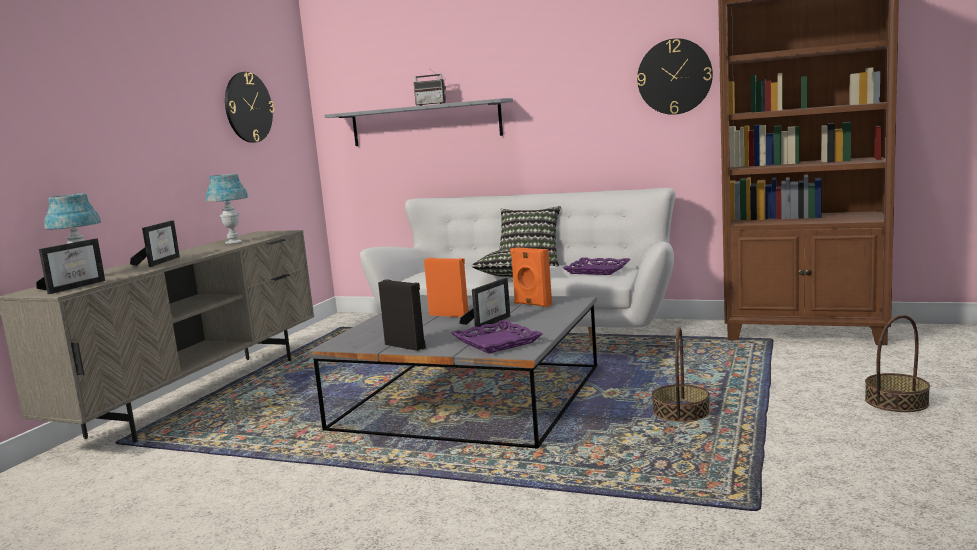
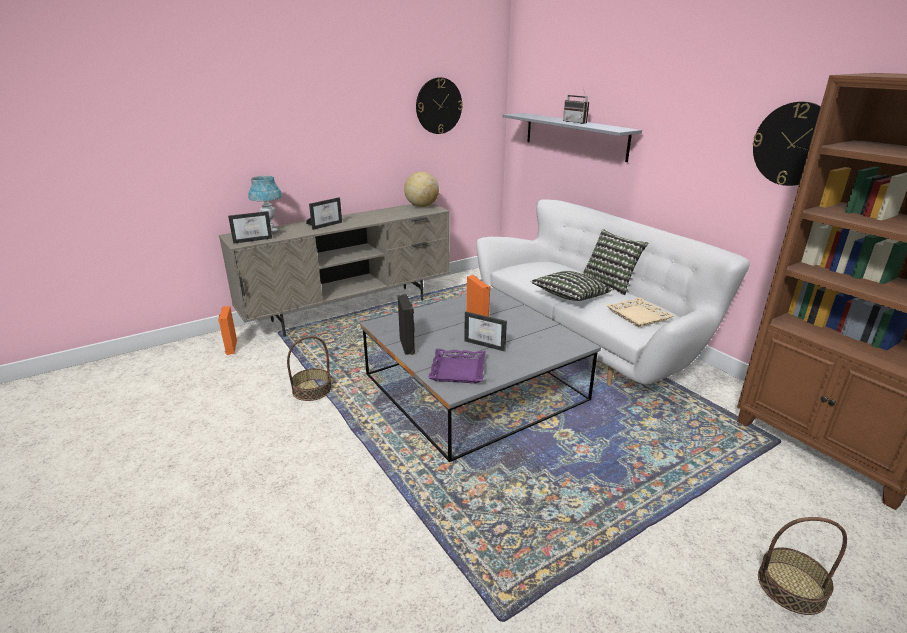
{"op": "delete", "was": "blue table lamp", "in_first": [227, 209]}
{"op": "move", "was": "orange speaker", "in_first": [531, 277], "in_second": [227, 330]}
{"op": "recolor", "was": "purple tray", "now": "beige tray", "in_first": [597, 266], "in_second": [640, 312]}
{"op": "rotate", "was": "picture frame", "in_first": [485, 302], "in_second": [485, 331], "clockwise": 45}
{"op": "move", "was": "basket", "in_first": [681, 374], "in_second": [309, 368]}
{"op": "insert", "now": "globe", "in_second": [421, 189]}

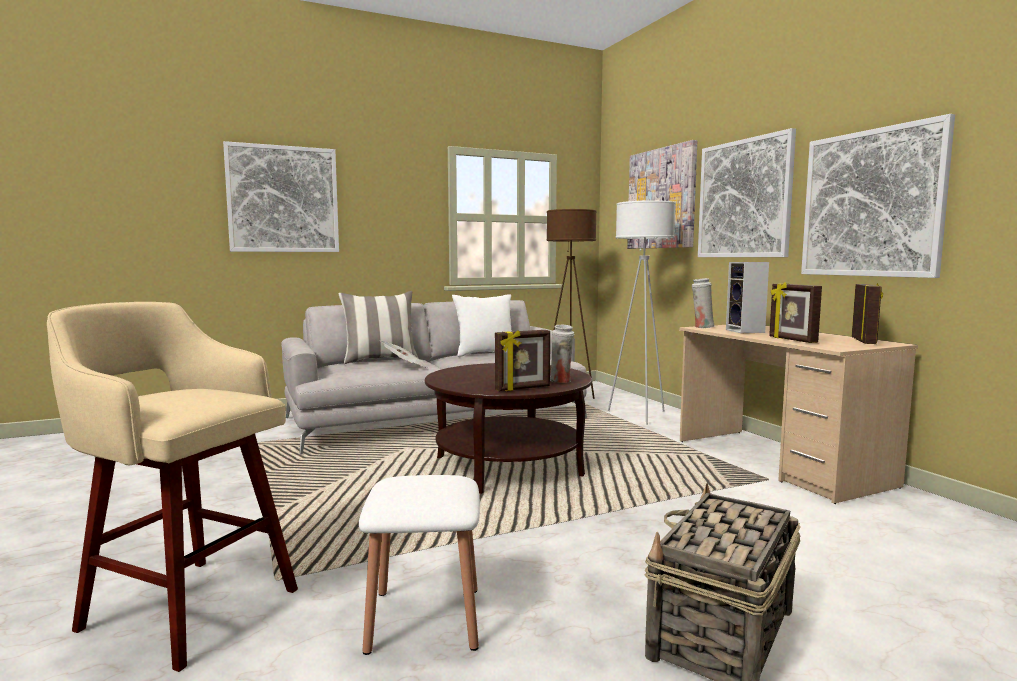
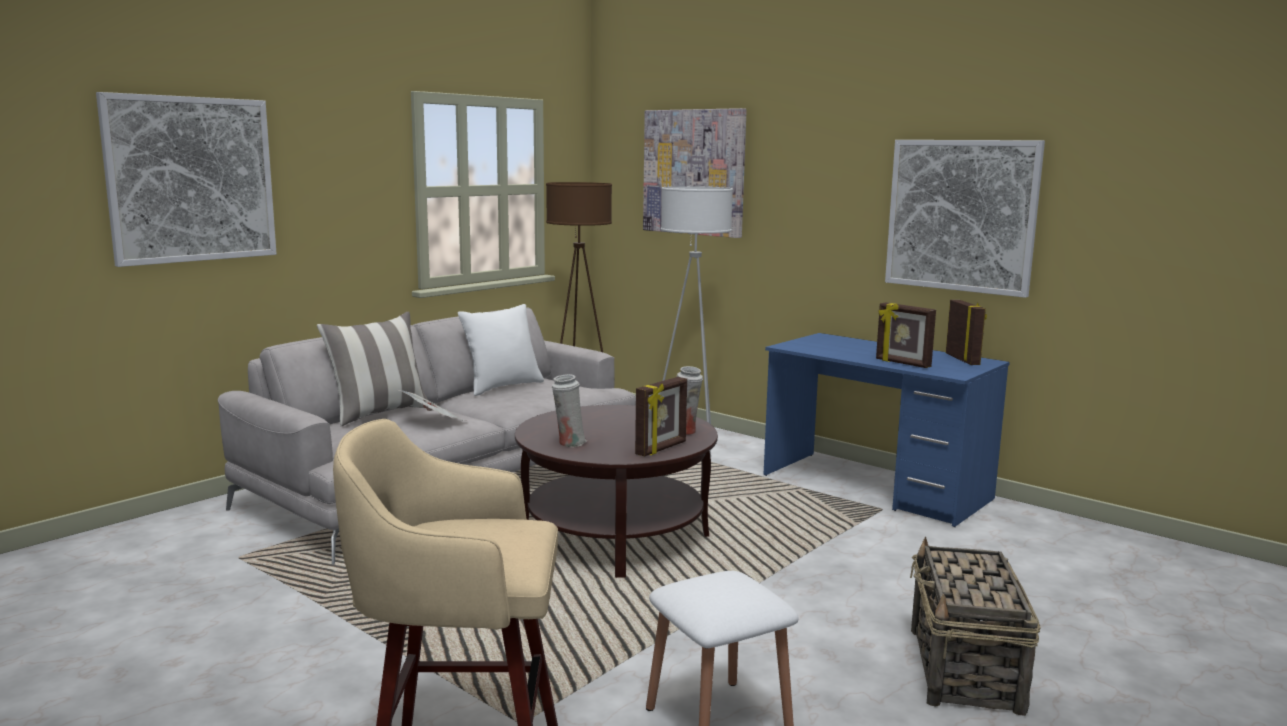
{"op": "delete", "was": "picture", "in_first": [747, 192]}
{"op": "delete", "was": "speaker", "in_first": [747, 297]}
{"op": "move", "was": "white vase", "in_first": [703, 303], "in_second": [569, 410]}
{"op": "recolor", "was": "beige desk", "now": "blue desk", "in_first": [798, 414], "in_second": [887, 430]}

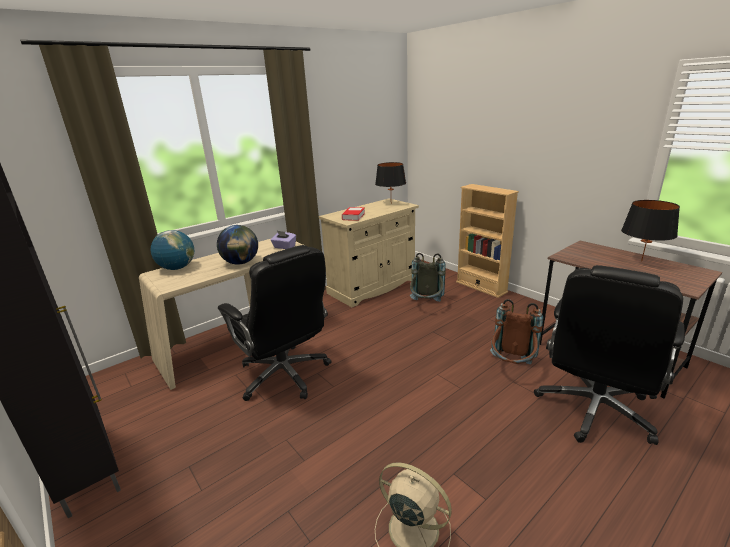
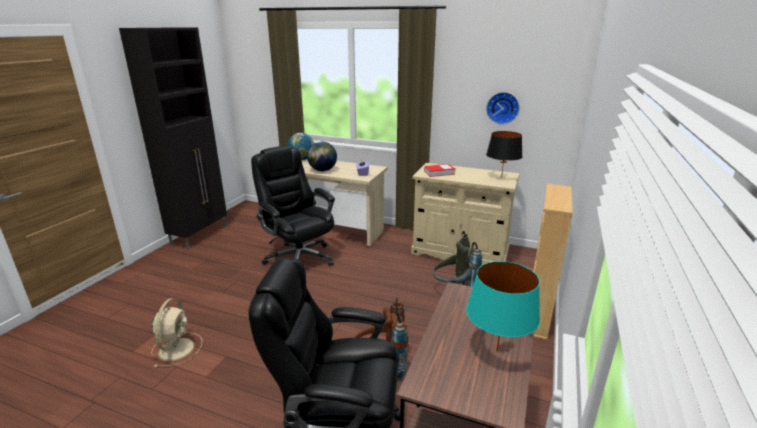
{"op": "recolor", "was": "black table lamp", "now": "turquoise table lamp", "in_first": [650, 231], "in_second": [503, 306]}
{"op": "rotate", "was": "black office chair", "in_first": [275, 323], "in_second": [293, 205], "clockwise": 120}
{"op": "insert", "now": "wall clock", "in_second": [502, 108]}

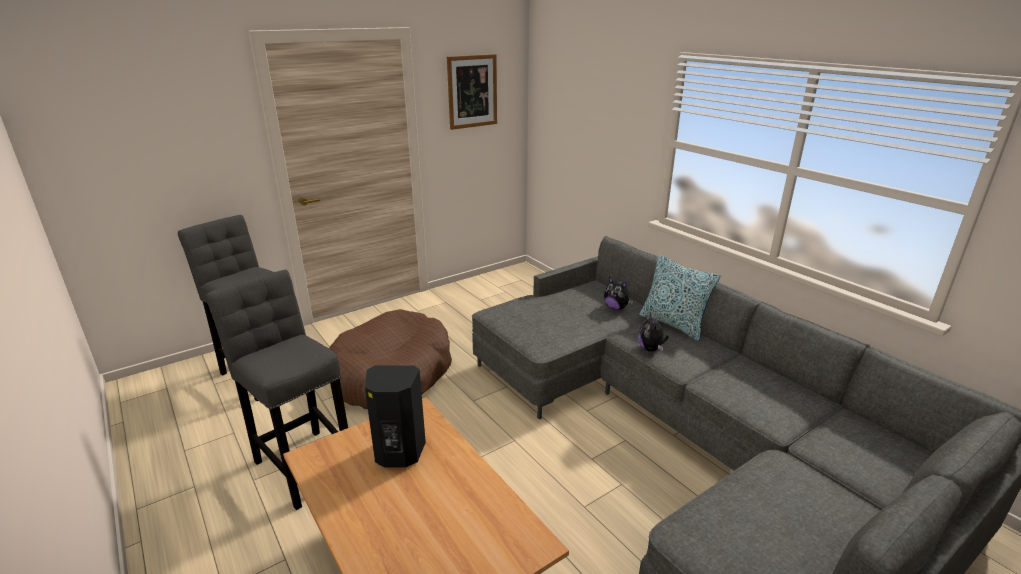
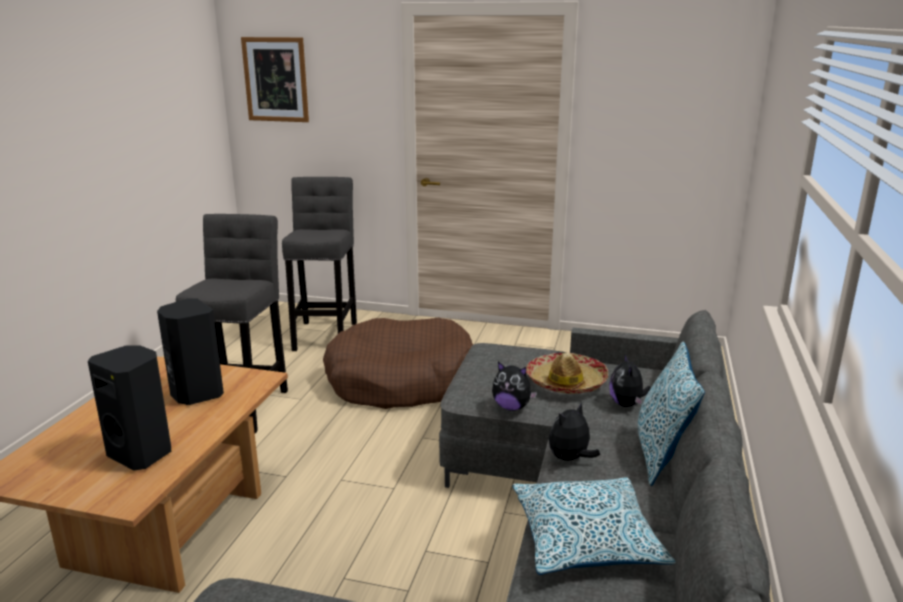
{"op": "move", "was": "picture", "in_first": [472, 92], "in_second": [275, 79]}
{"op": "insert", "now": "black speaker", "in_second": [129, 407]}
{"op": "insert", "now": "hat", "in_second": [567, 373]}
{"op": "insert", "now": "plush toy", "in_second": [514, 386]}
{"op": "insert", "now": "pillow", "in_second": [593, 526]}

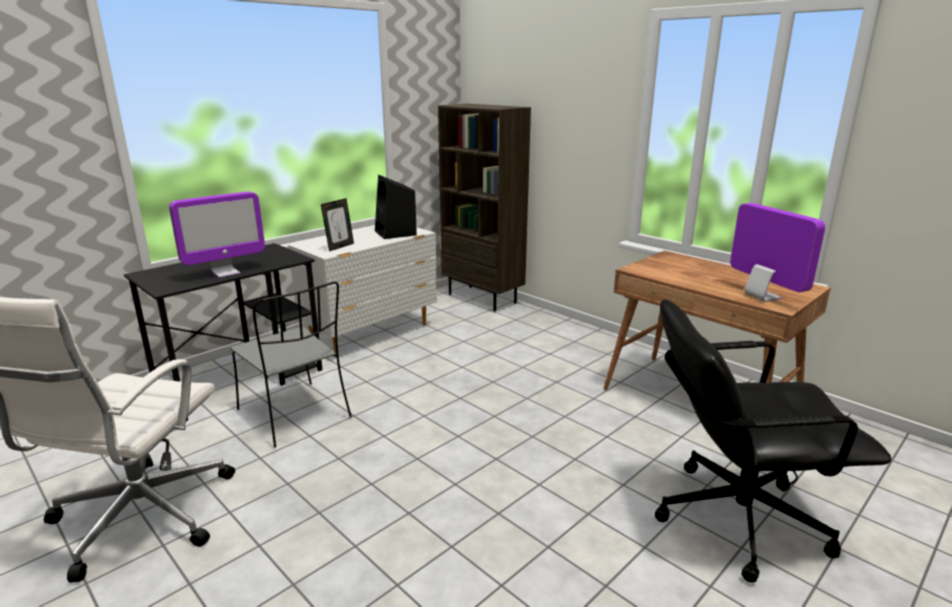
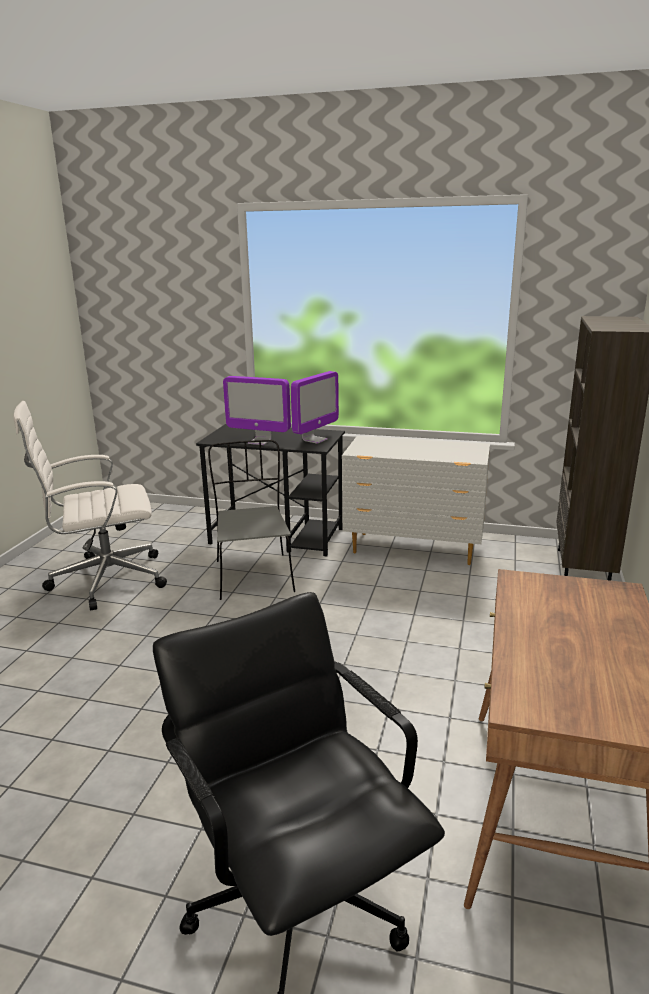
{"op": "delete", "was": "black speaker", "in_first": [396, 207]}
{"op": "delete", "was": "picture frame", "in_first": [337, 224]}
{"op": "move", "was": "monitor", "in_first": [777, 252], "in_second": [315, 407]}
{"op": "rotate", "was": "grey chair", "in_first": [291, 365], "in_second": [251, 520], "clockwise": 150}

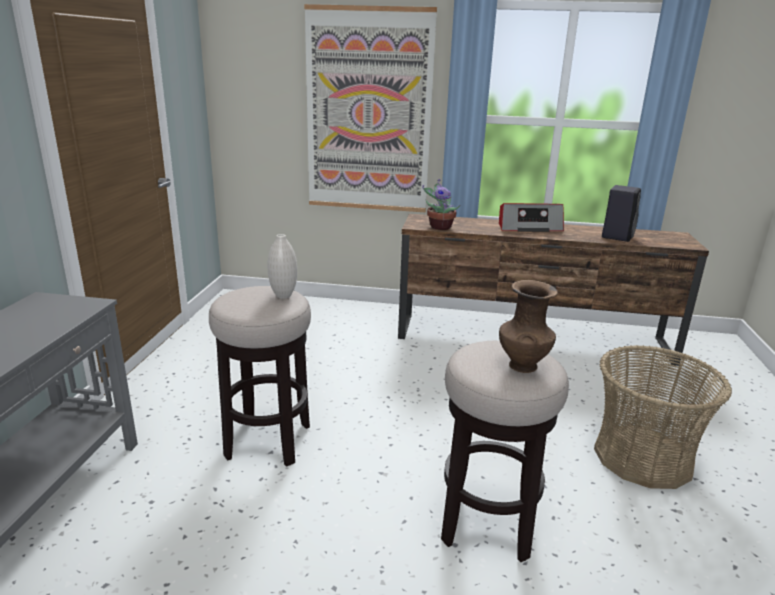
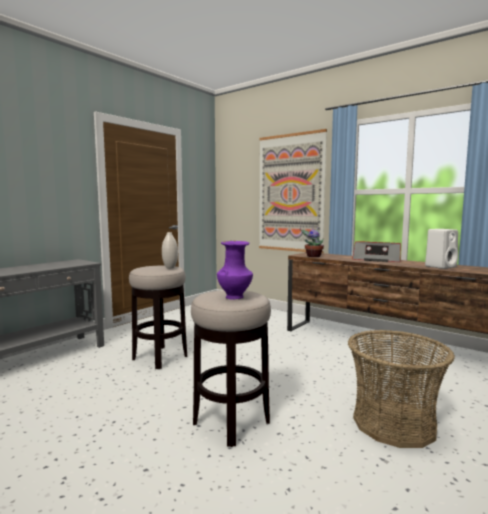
{"op": "recolor", "was": "black speaker", "now": "white speaker", "in_first": [621, 213], "in_second": [441, 249]}
{"op": "recolor", "was": "brown vase", "now": "purple vase", "in_first": [528, 326], "in_second": [235, 270]}

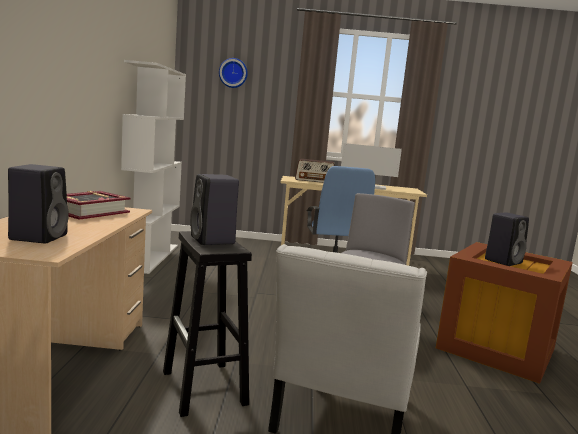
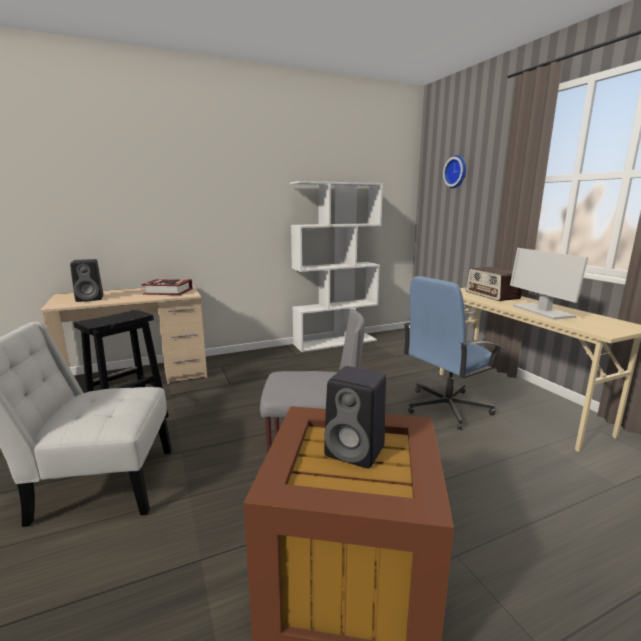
{"op": "delete", "was": "black speaker", "in_first": [214, 209]}

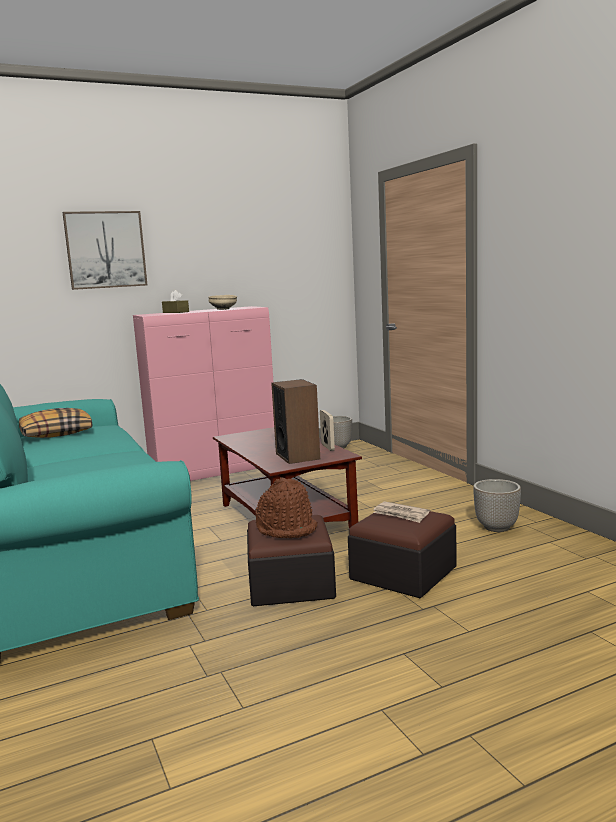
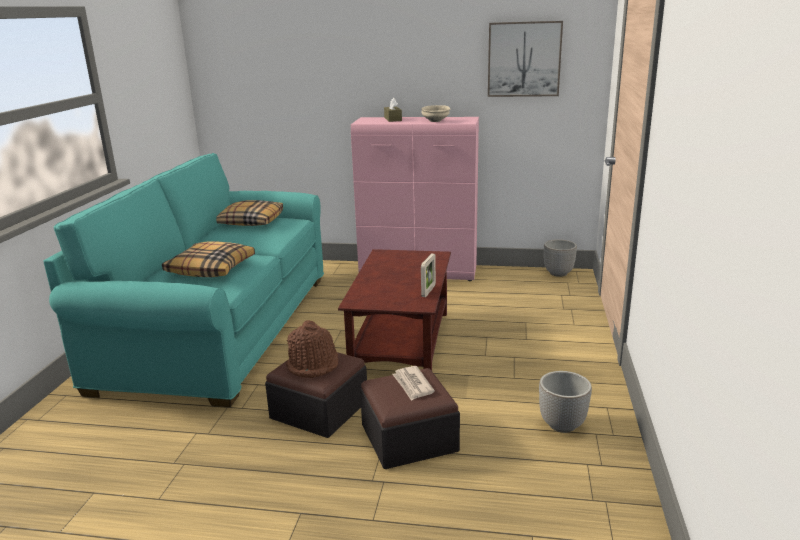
{"op": "move", "was": "picture", "in_first": [105, 250], "in_second": [525, 59]}
{"op": "delete", "was": "speaker", "in_first": [295, 421]}
{"op": "insert", "now": "pillow", "in_second": [208, 259]}

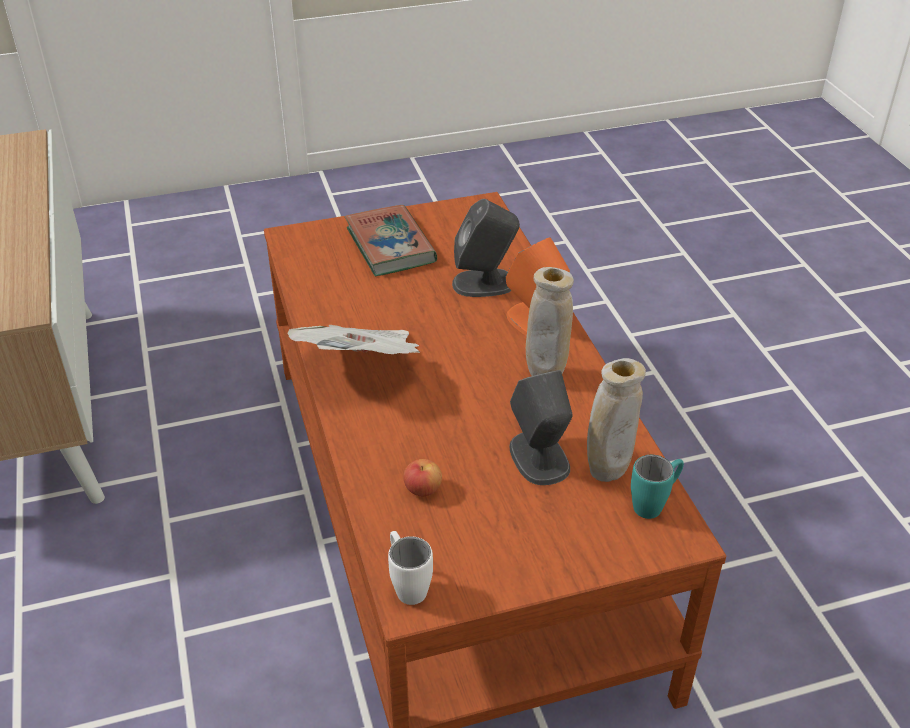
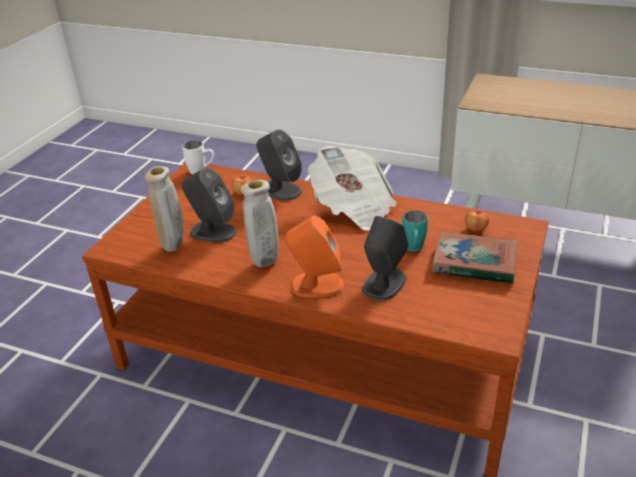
{"op": "move", "was": "turquoise mug", "in_first": [657, 487], "in_second": [415, 231]}
{"op": "insert", "now": "grey speaker", "in_second": [279, 165]}
{"op": "insert", "now": "apple", "in_second": [477, 220]}

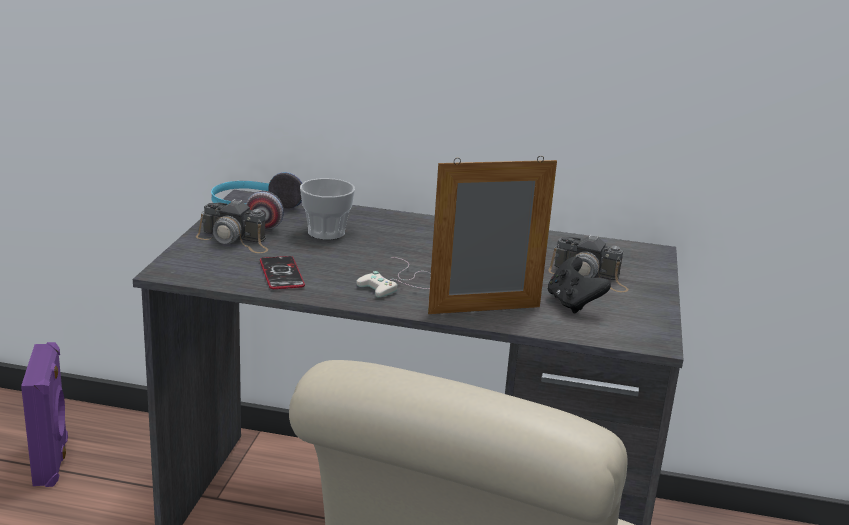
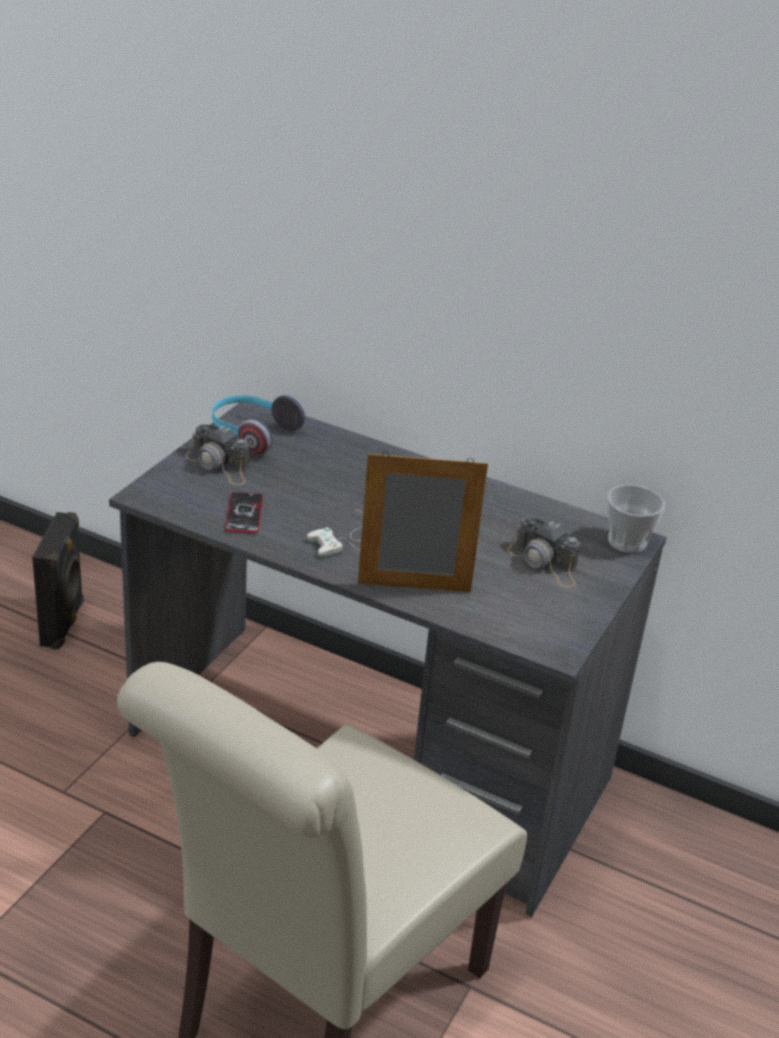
{"op": "move", "was": "cup", "in_first": [327, 209], "in_second": [636, 519]}
{"op": "delete", "was": "black game controller", "in_first": [579, 285]}
{"op": "recolor", "was": "purple speaker", "now": "black speaker", "in_first": [44, 414], "in_second": [58, 581]}

